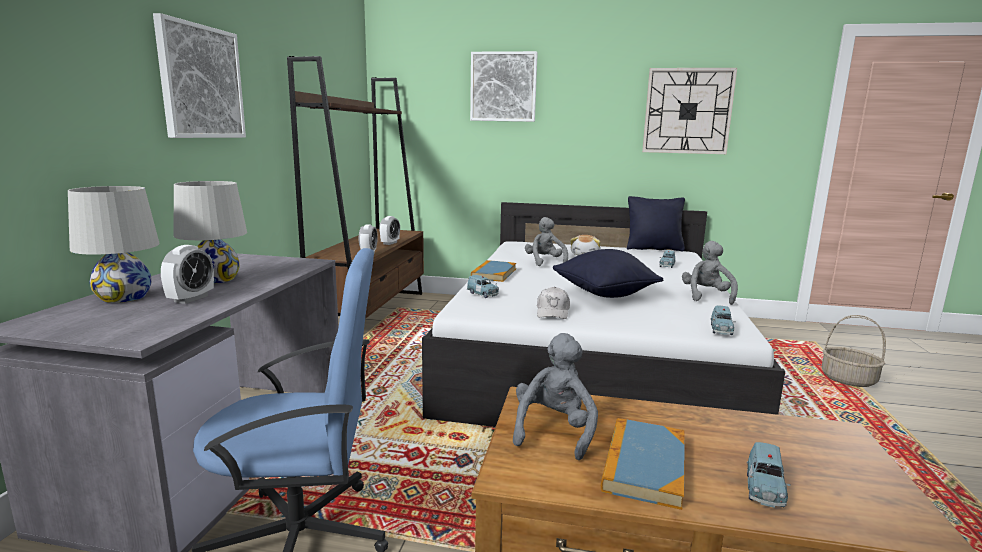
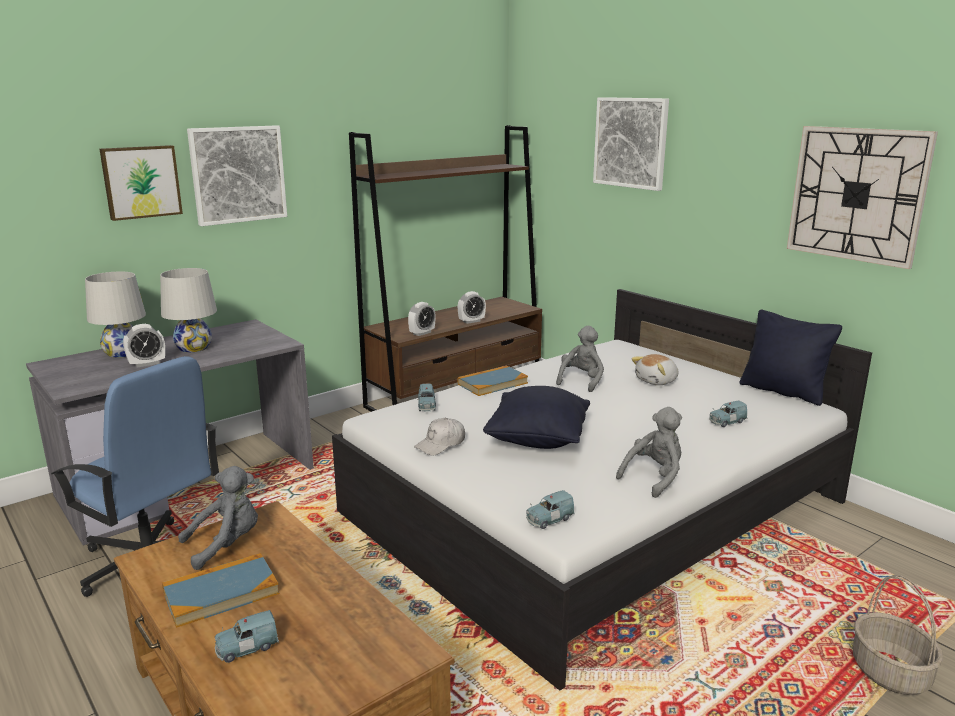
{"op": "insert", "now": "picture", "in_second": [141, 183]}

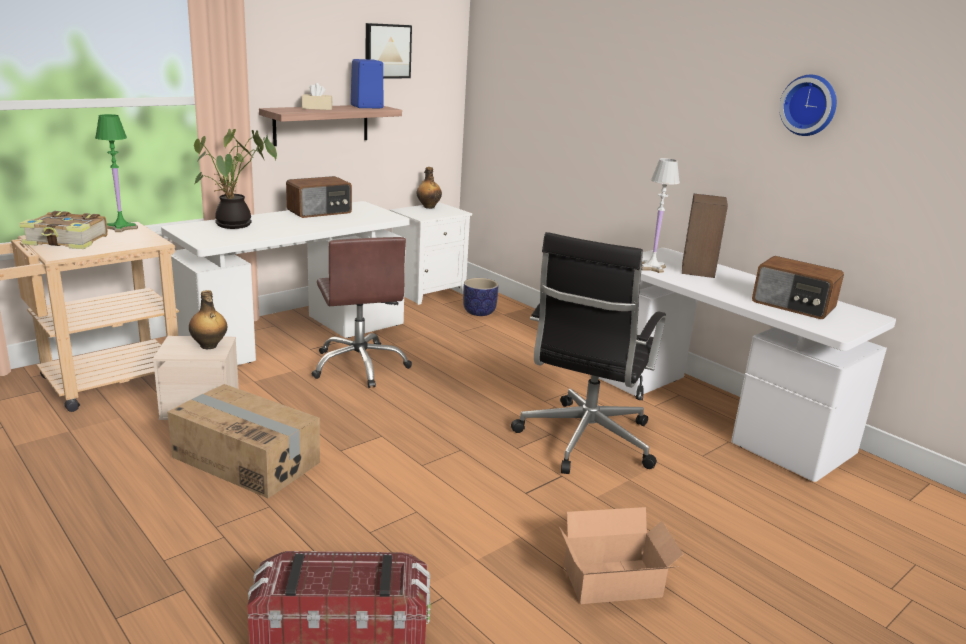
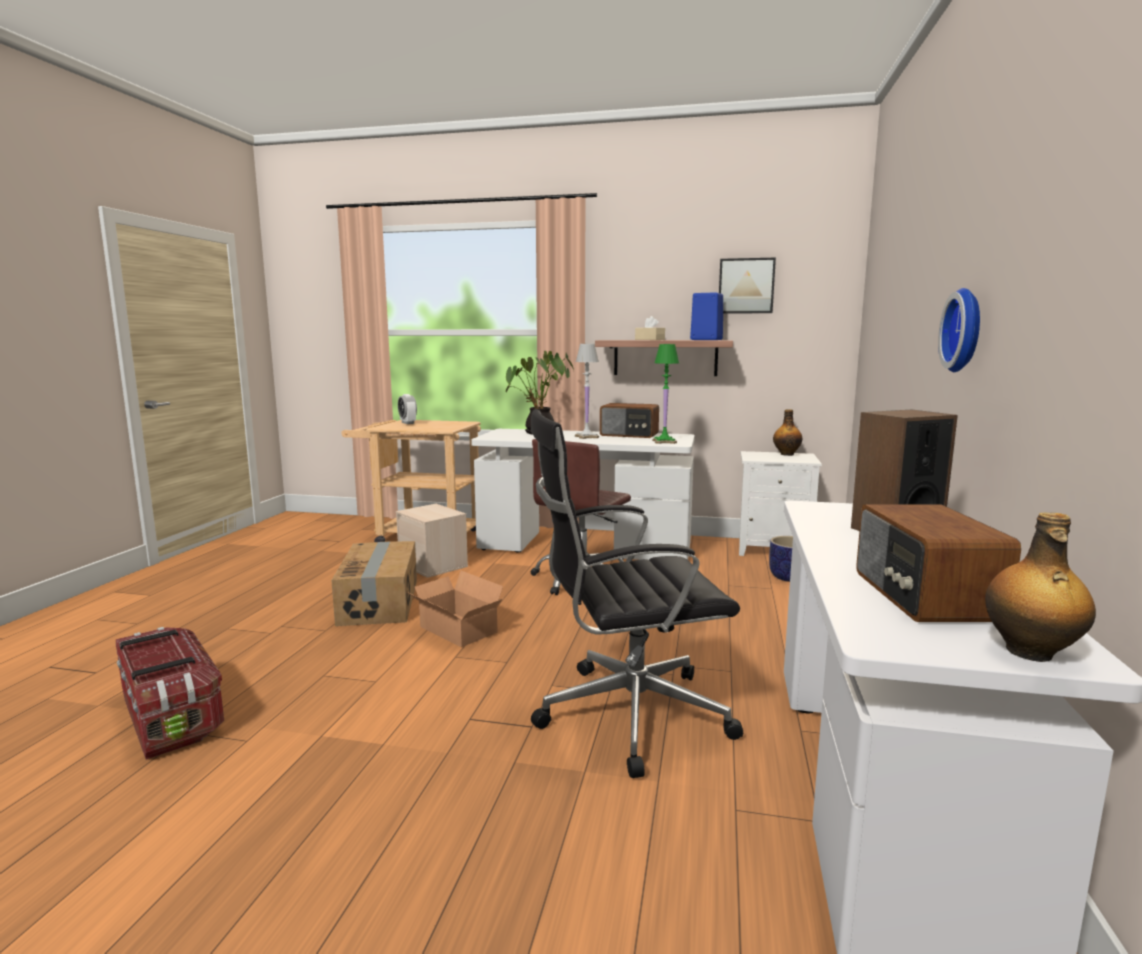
{"op": "move", "was": "wall clock", "in_first": [808, 105], "in_second": [959, 330]}
{"op": "move", "was": "green table lamp", "in_first": [116, 173], "in_second": [665, 394]}
{"op": "move", "was": "white table lamp", "in_first": [660, 215], "in_second": [587, 391]}
{"op": "replace", "was": "book", "now": "alarm clock", "in_first": [63, 230], "in_second": [407, 409]}
{"op": "move", "was": "bottle", "in_first": [208, 319], "in_second": [1040, 587]}
{"op": "move", "was": "cardboard box", "in_first": [621, 555], "in_second": [454, 609]}

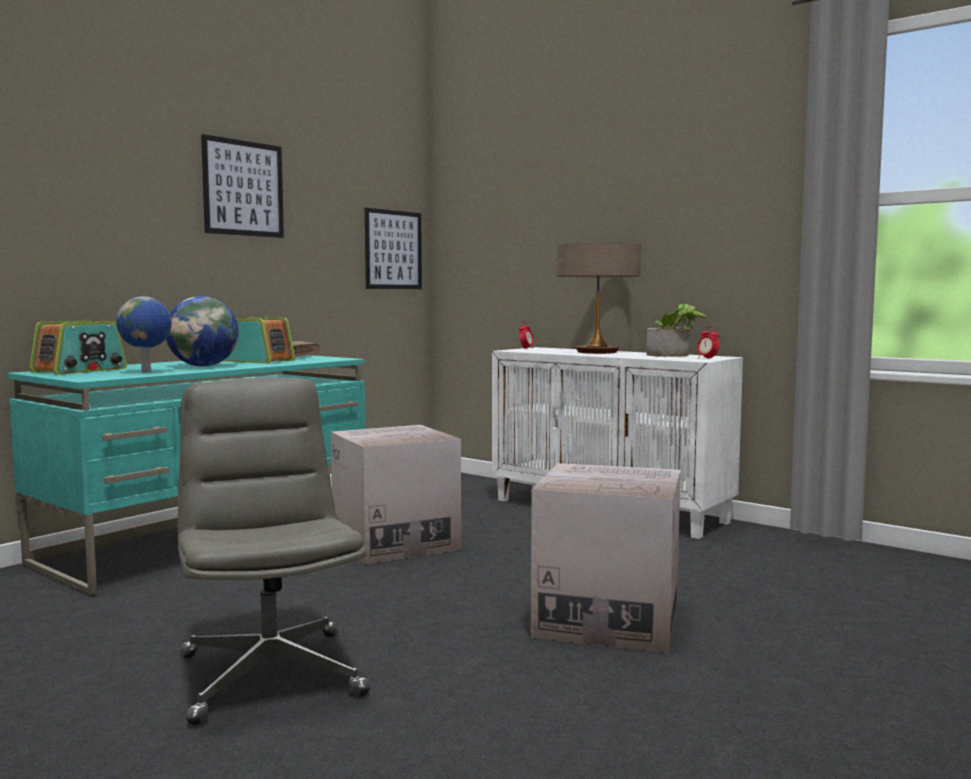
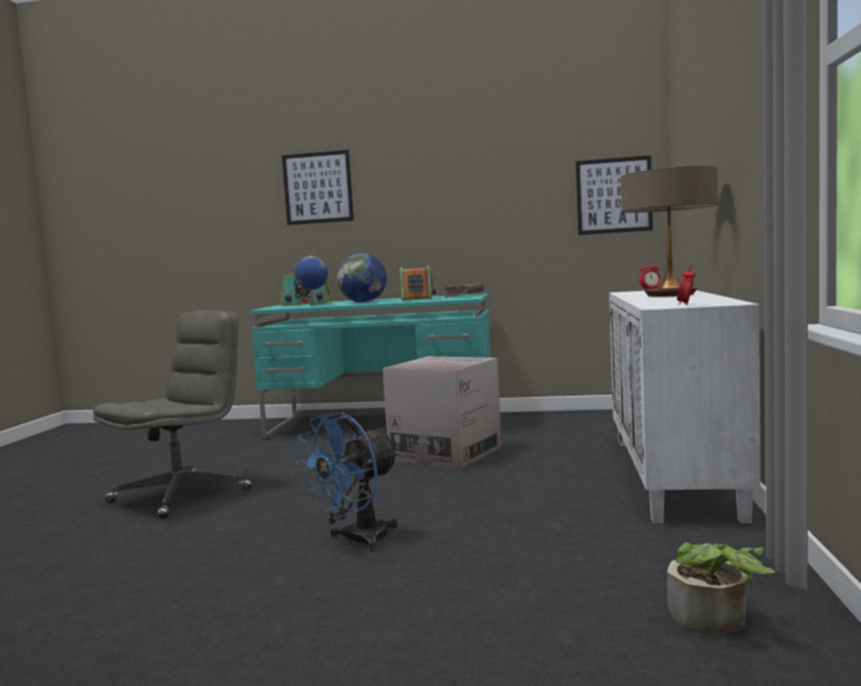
{"op": "move", "was": "picture", "in_first": [242, 186], "in_second": [318, 187]}
{"op": "move", "was": "potted plant", "in_first": [677, 330], "in_second": [721, 588]}
{"op": "replace", "was": "cardboard box", "now": "blue fan", "in_first": [606, 558], "in_second": [347, 482]}

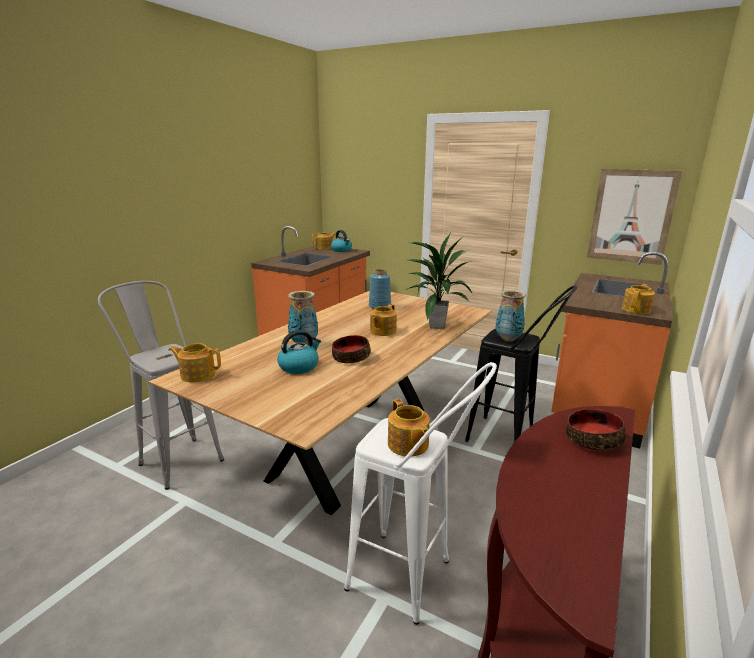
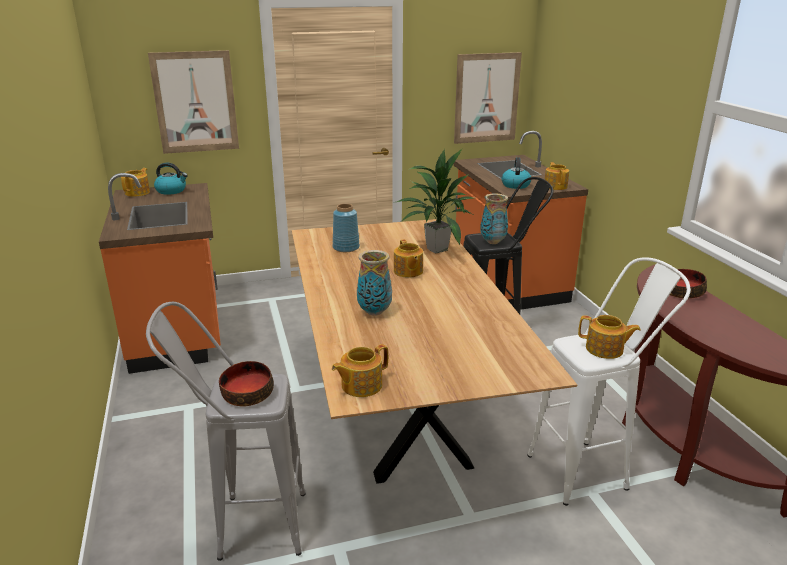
{"op": "move", "was": "kettle", "in_first": [299, 352], "in_second": [516, 173]}
{"op": "move", "was": "bowl", "in_first": [351, 349], "in_second": [246, 383]}
{"op": "insert", "now": "picture", "in_second": [193, 102]}

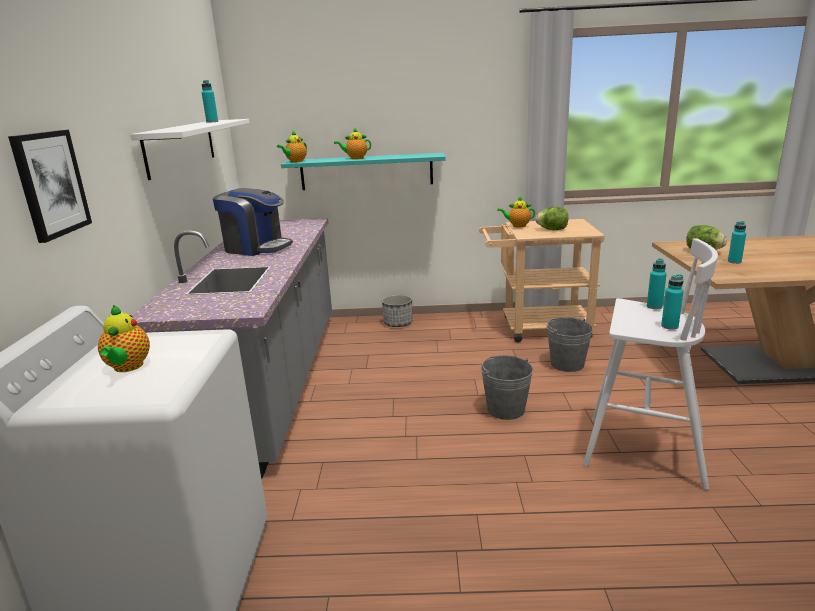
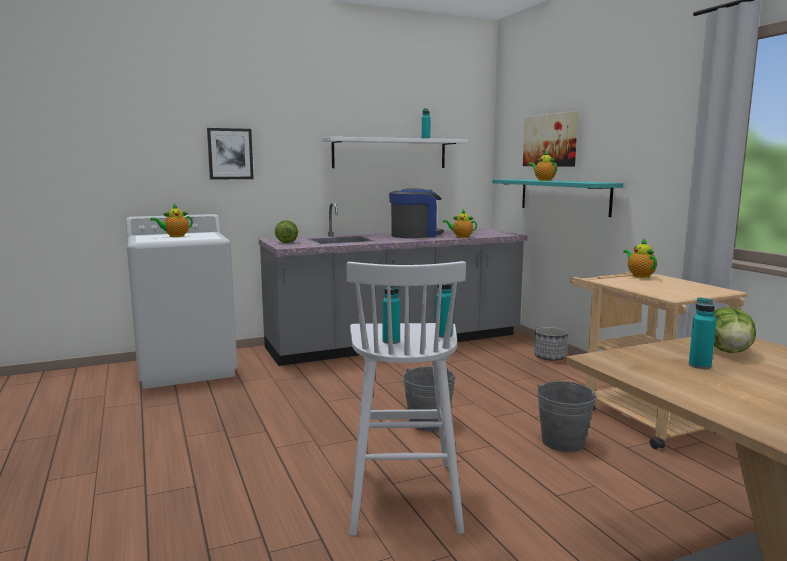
{"op": "move", "was": "teapot", "in_first": [292, 147], "in_second": [460, 224]}
{"op": "rotate", "was": "coffee machine", "in_first": [253, 222], "in_second": [416, 213], "clockwise": -120}
{"op": "move", "was": "lettuce", "in_first": [551, 218], "in_second": [286, 231]}
{"op": "insert", "now": "picture", "in_second": [550, 138]}

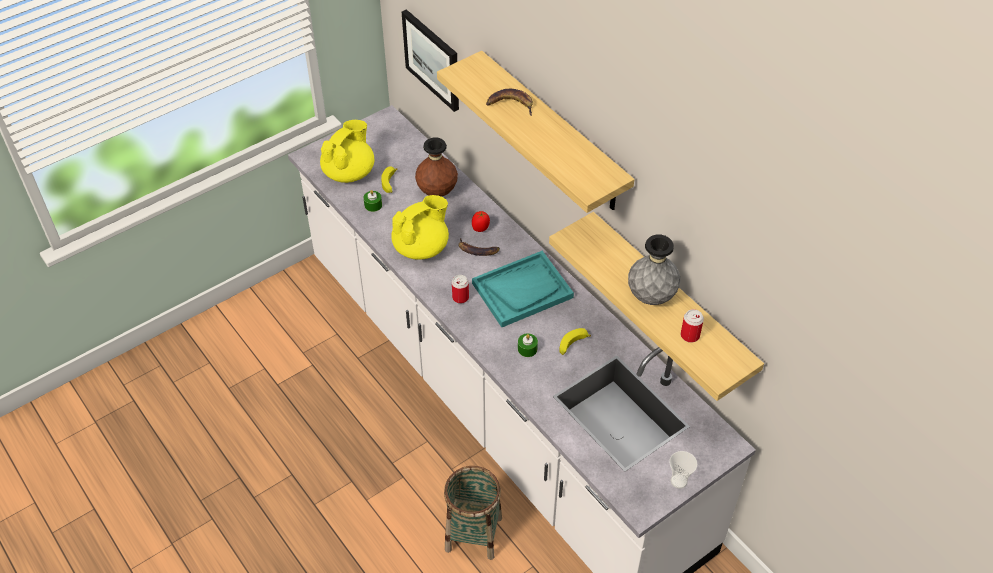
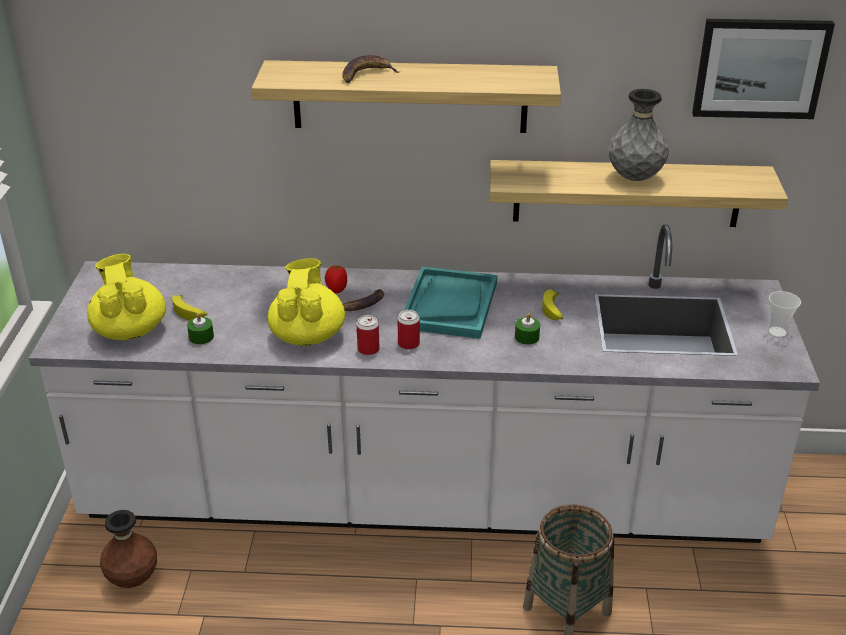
{"op": "move", "was": "picture", "in_first": [430, 60], "in_second": [763, 69]}
{"op": "move", "was": "brown vase", "in_first": [436, 167], "in_second": [128, 549]}
{"op": "move", "was": "can", "in_first": [692, 326], "in_second": [368, 335]}

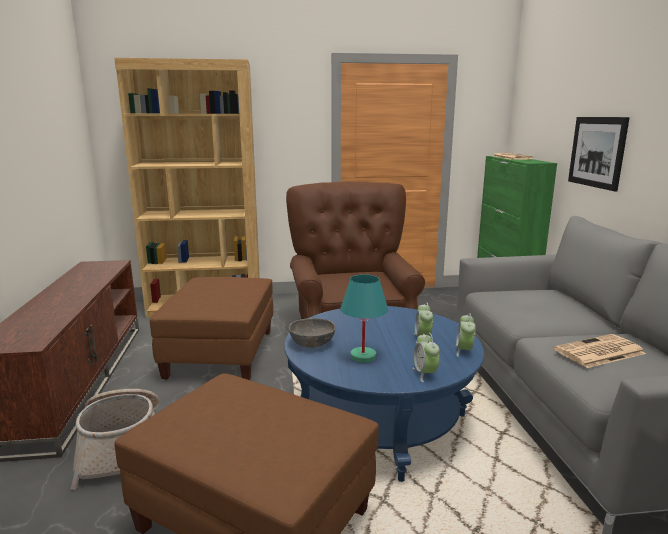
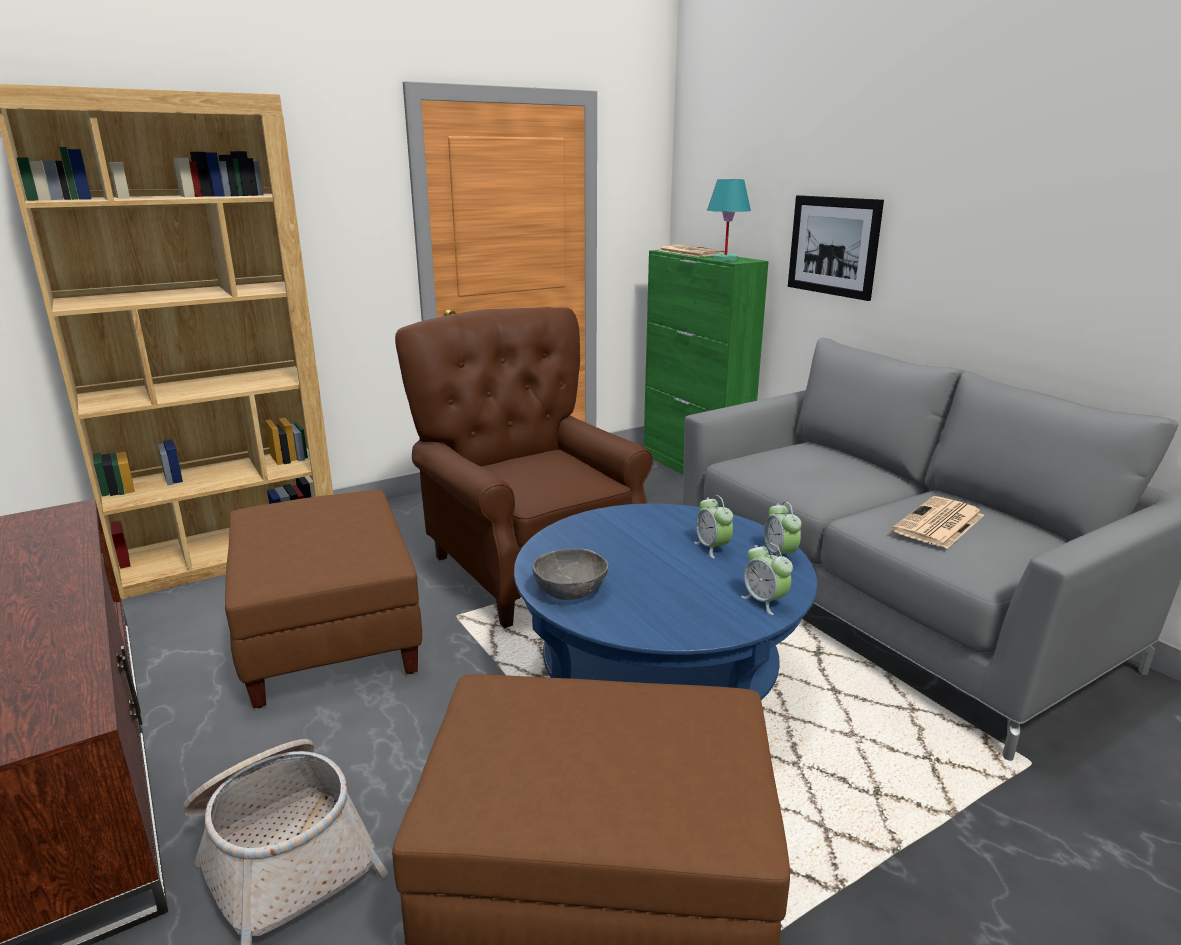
{"op": "move", "was": "turquoise table lamp", "in_first": [364, 318], "in_second": [729, 220]}

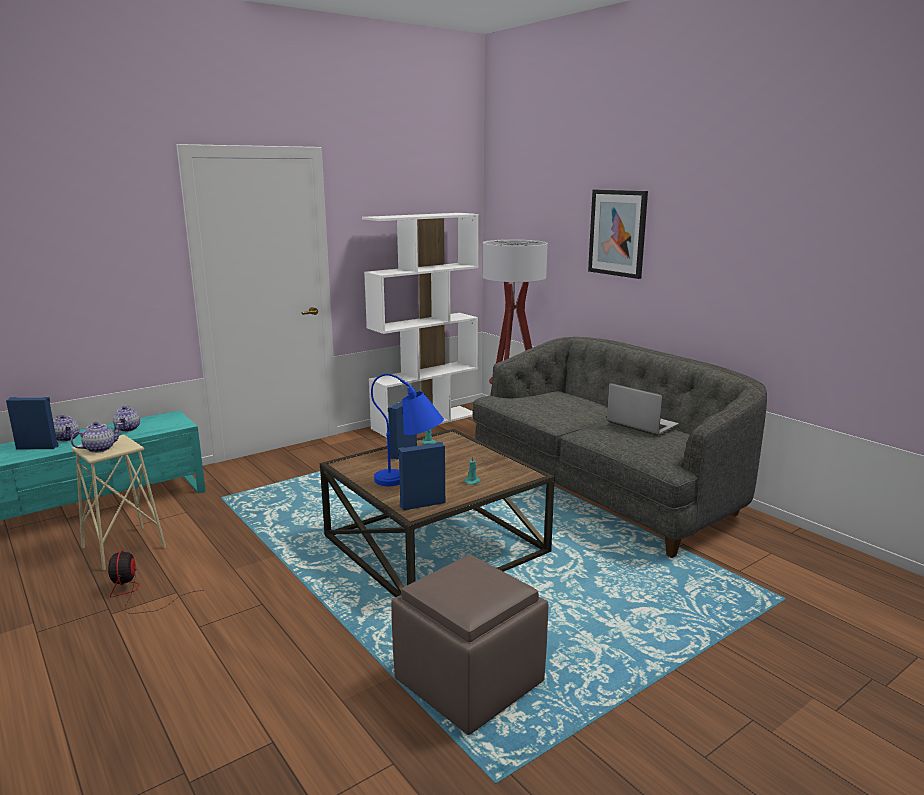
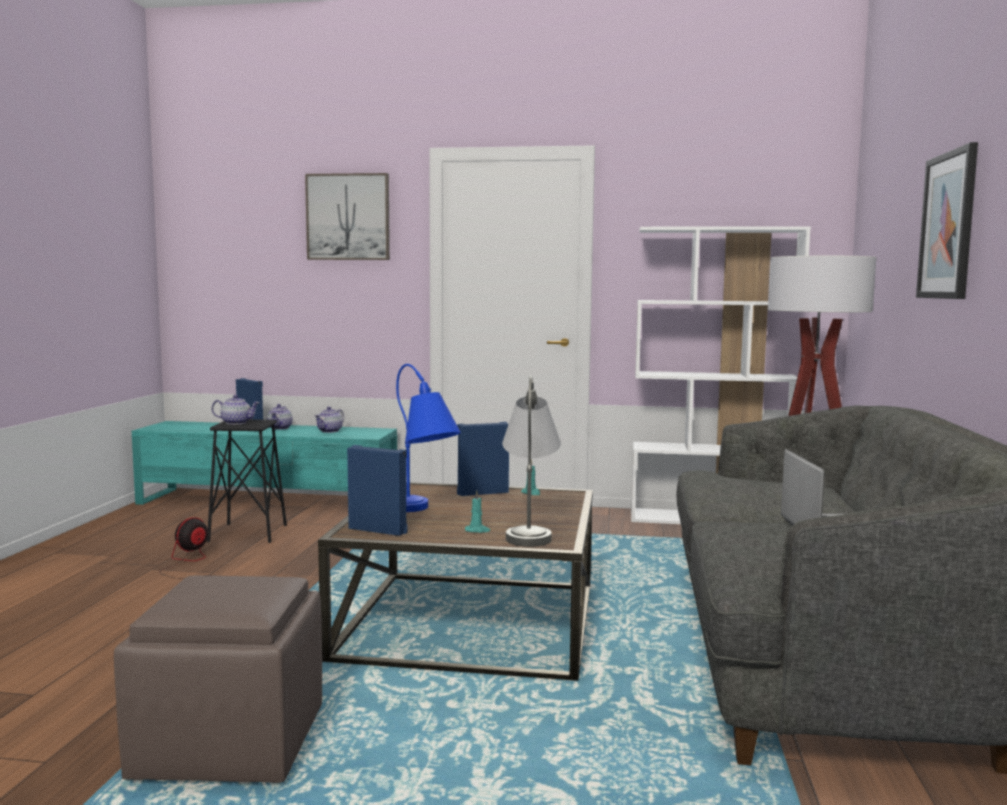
{"op": "recolor", "was": "beige stool", "now": "black stool", "in_first": [119, 502], "in_second": [247, 481]}
{"op": "insert", "now": "picture", "in_second": [347, 216]}
{"op": "insert", "now": "grey table lamp", "in_second": [531, 461]}

